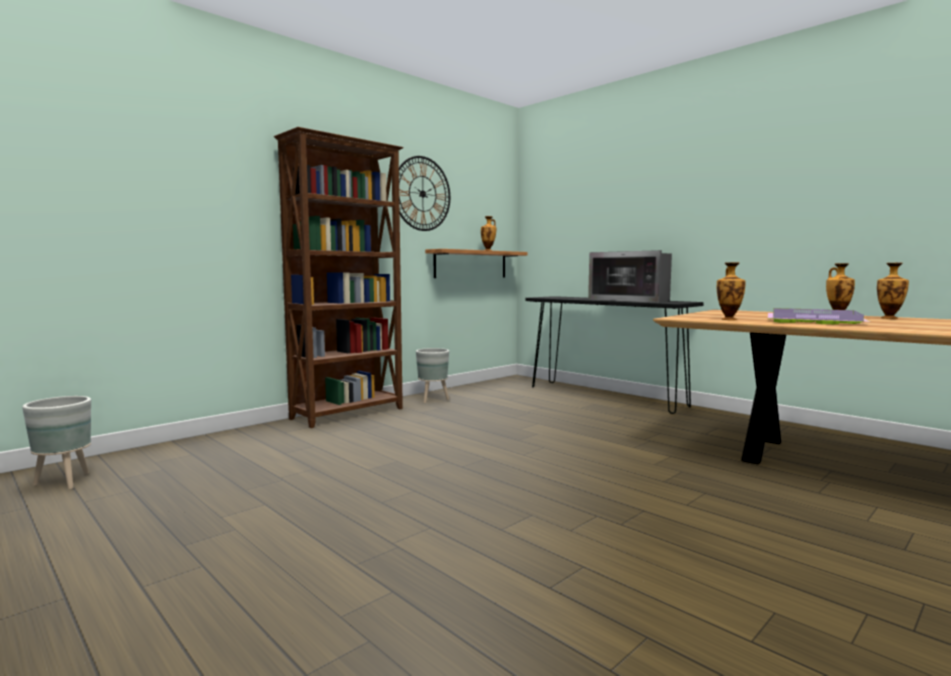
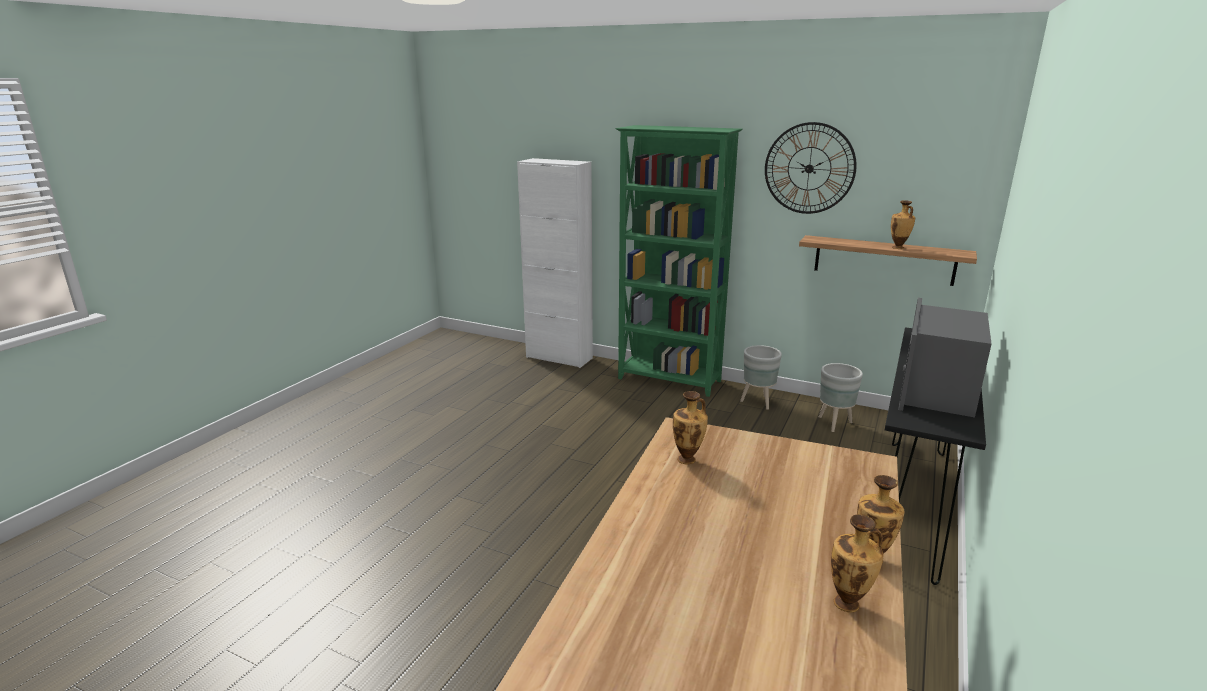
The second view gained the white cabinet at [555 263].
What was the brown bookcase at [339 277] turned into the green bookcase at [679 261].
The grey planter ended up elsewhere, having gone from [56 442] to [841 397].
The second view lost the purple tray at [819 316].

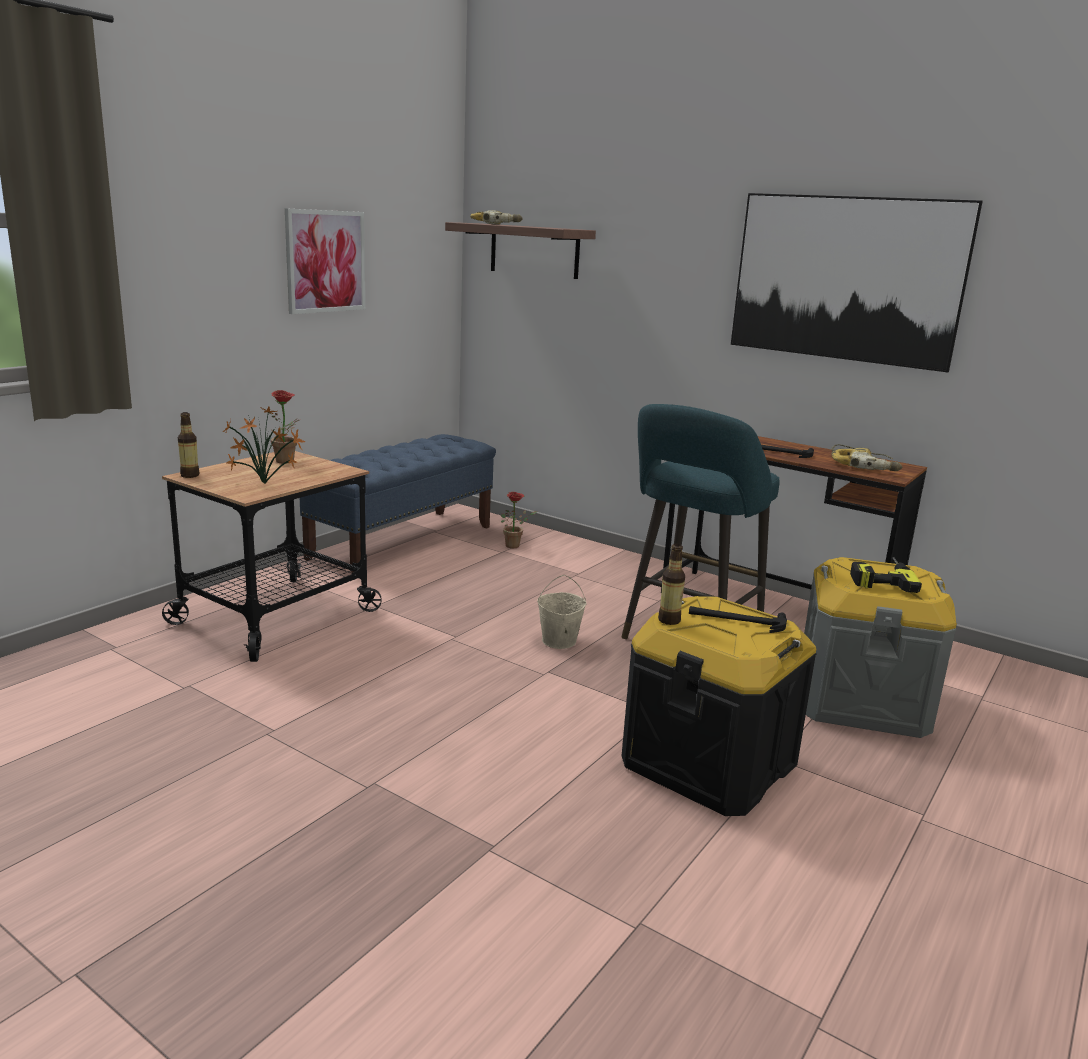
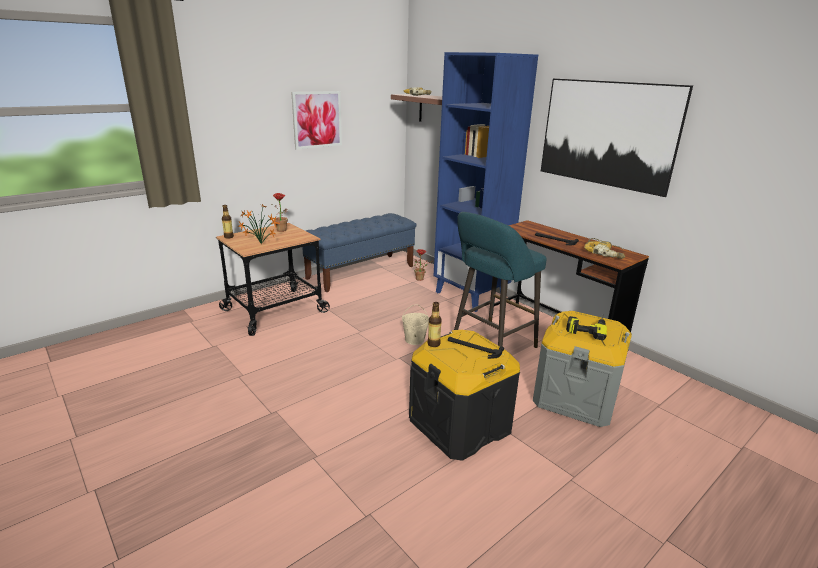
The second view gained the blue bookcase at [486 182].

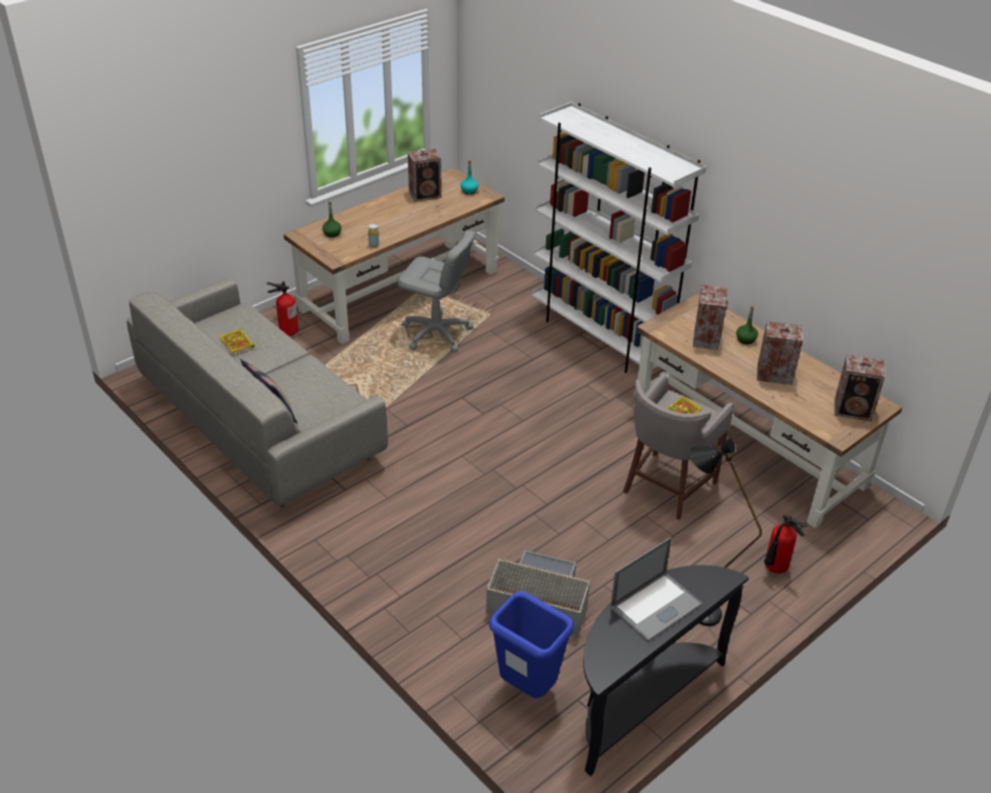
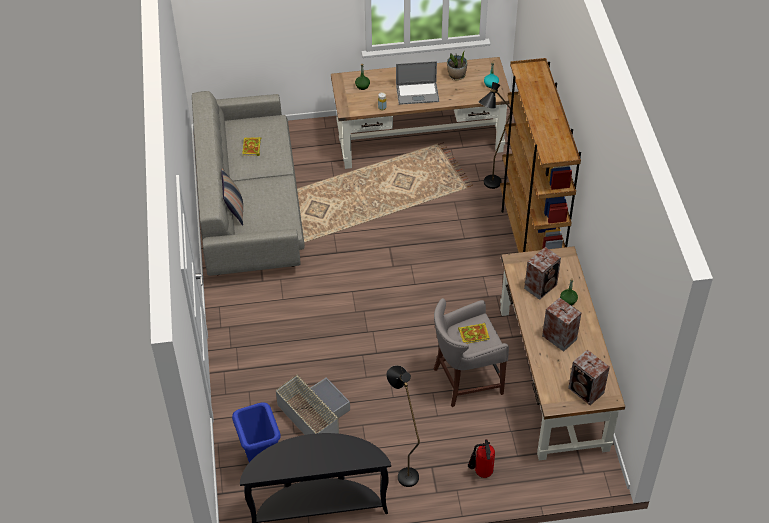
The laptop ended up elsewhere, having gone from [656 589] to [417 83].
Where the speaker stood at [425 175], the potted plant came to stand at [457 65].
The second view gained the black floor lamp at [494 135].
What was the white bookcase at [619 237] turned into the brown bookcase at [540 155].
The second view lost the fire extinguisher at [283 308].
The second view lost the grey office chair at [436 291].

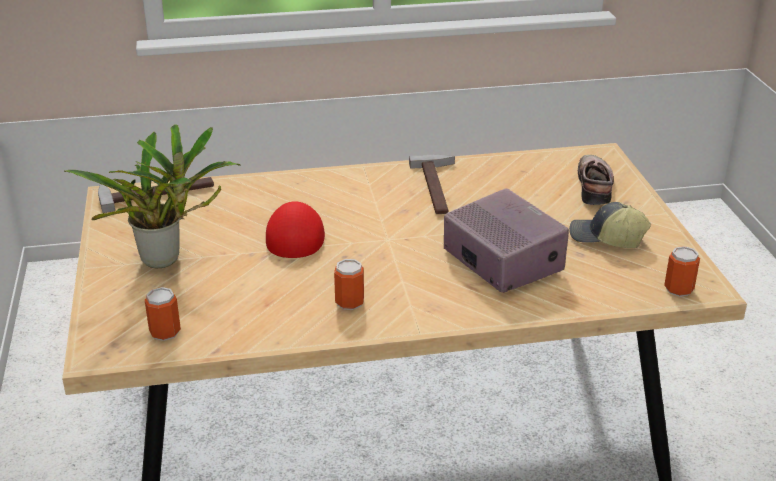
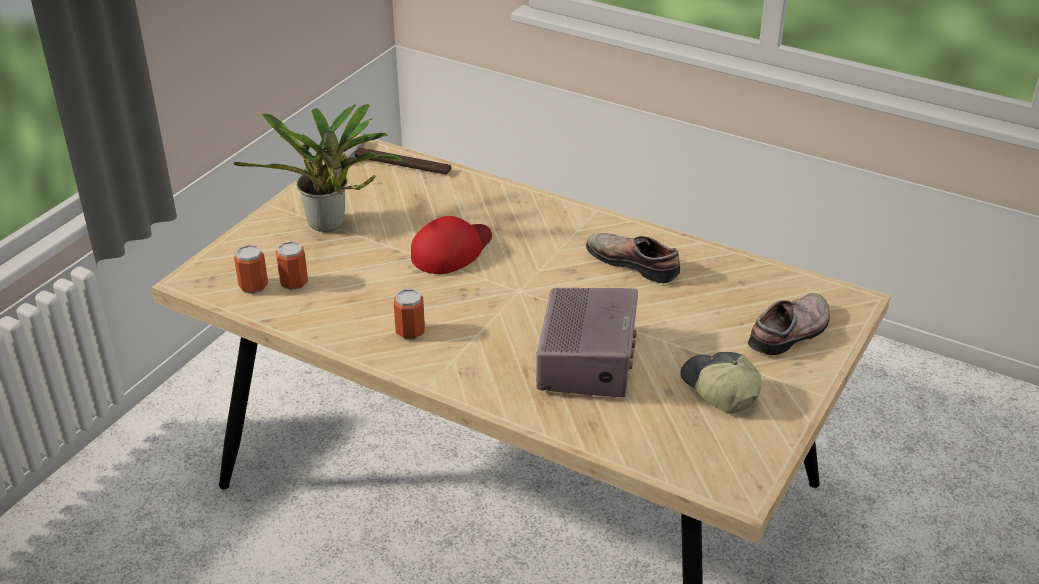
The can ended up elsewhere, having gone from [682 271] to [292 266].
Where the hammer stood at [432 184], the shoe came to stand at [633 258].

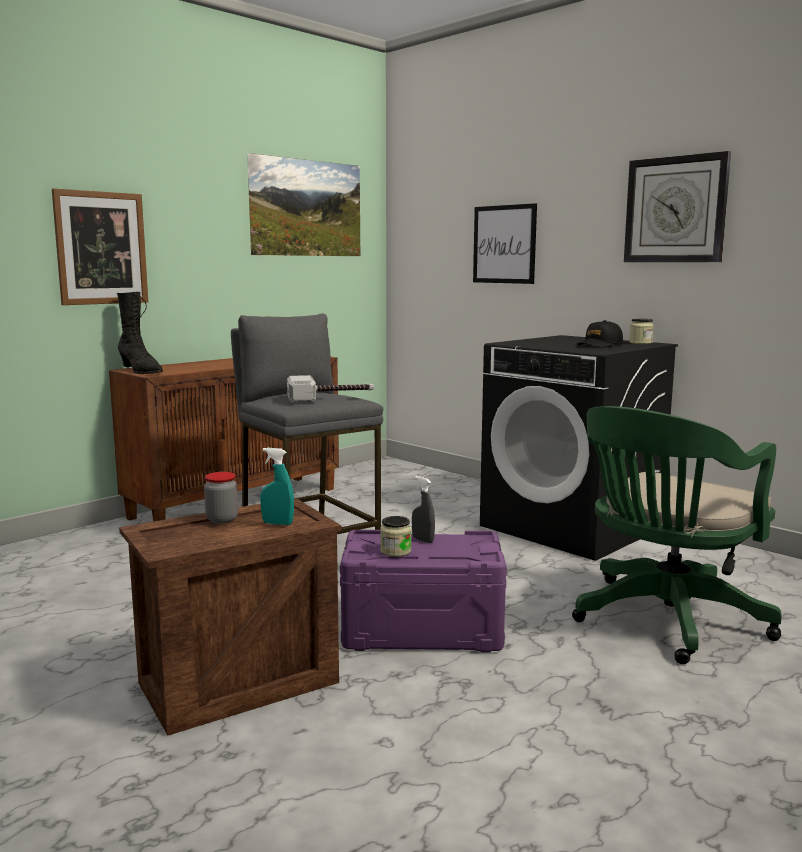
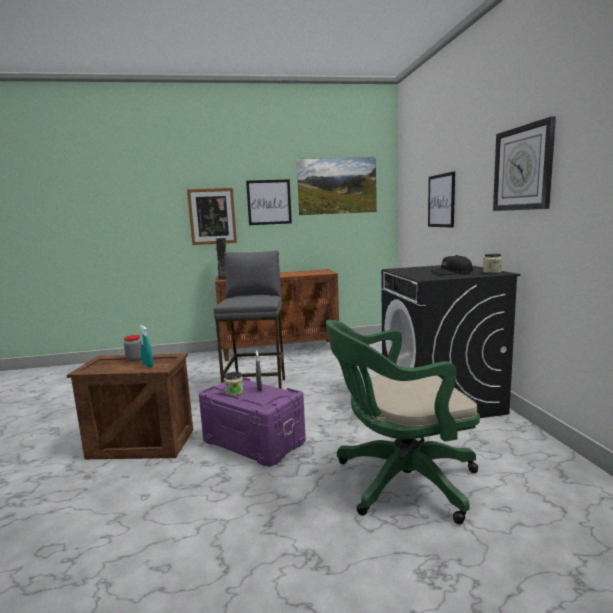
The second view gained the picture at [269 202].
The second view lost the hammer at [330 389].

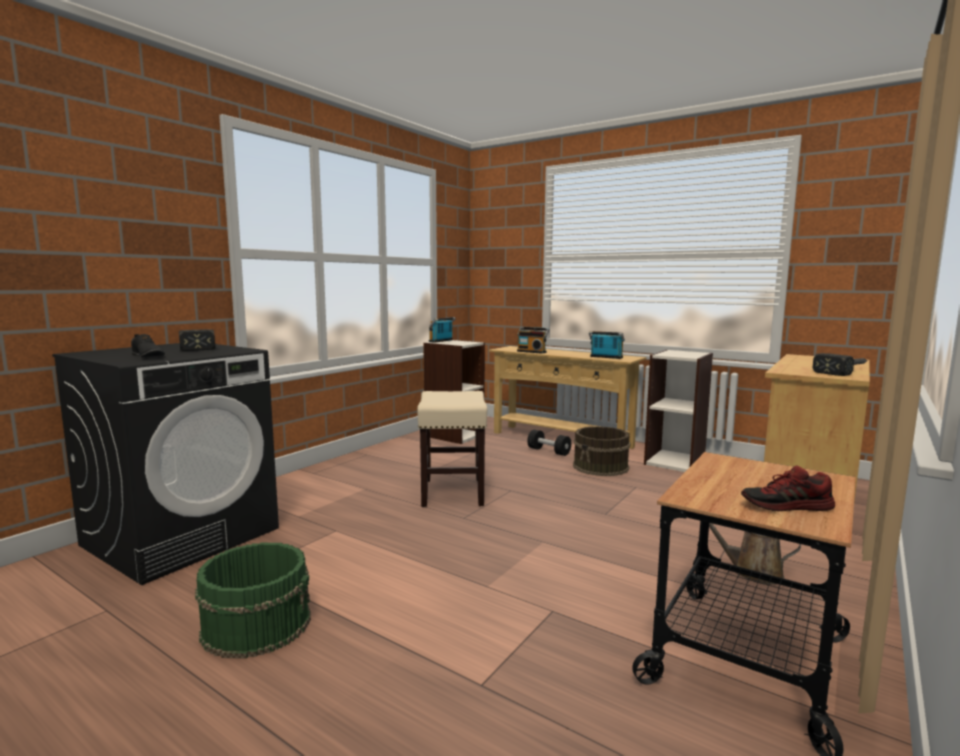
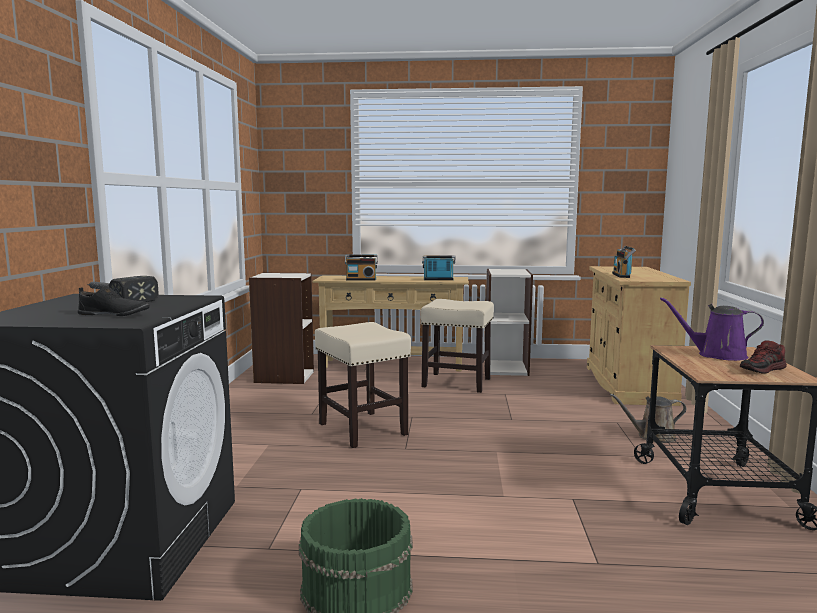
Where the brown bucket stood at [602 451], the beige stool came to stand at [457 346].
The radio ended up elsewhere, having gone from [442 330] to [624 262].
The second view gained the purple watering can at [712 329].
The second view lost the black dumbbell at [549 443].
The second view lost the hammer at [839 364].

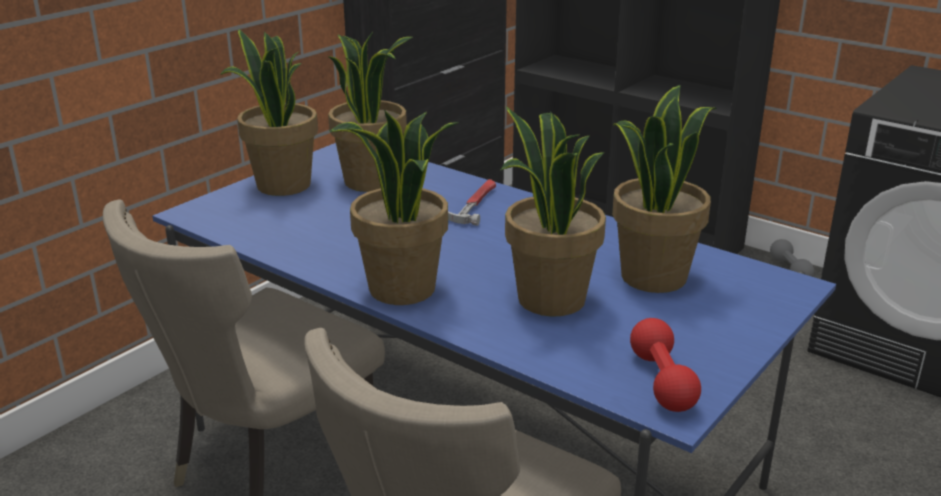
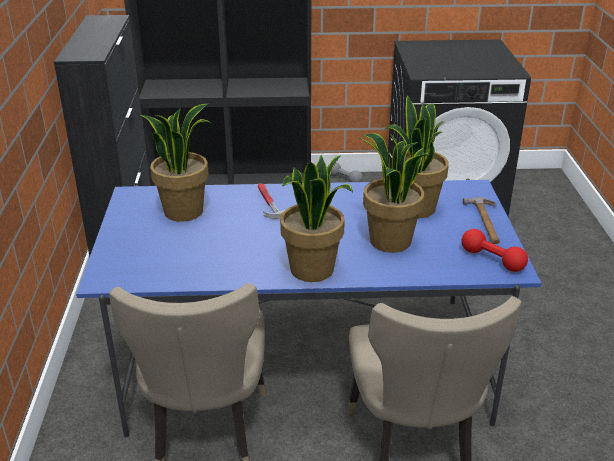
The second view gained the hammer at [481 220].
The second view lost the potted plant at [269 112].

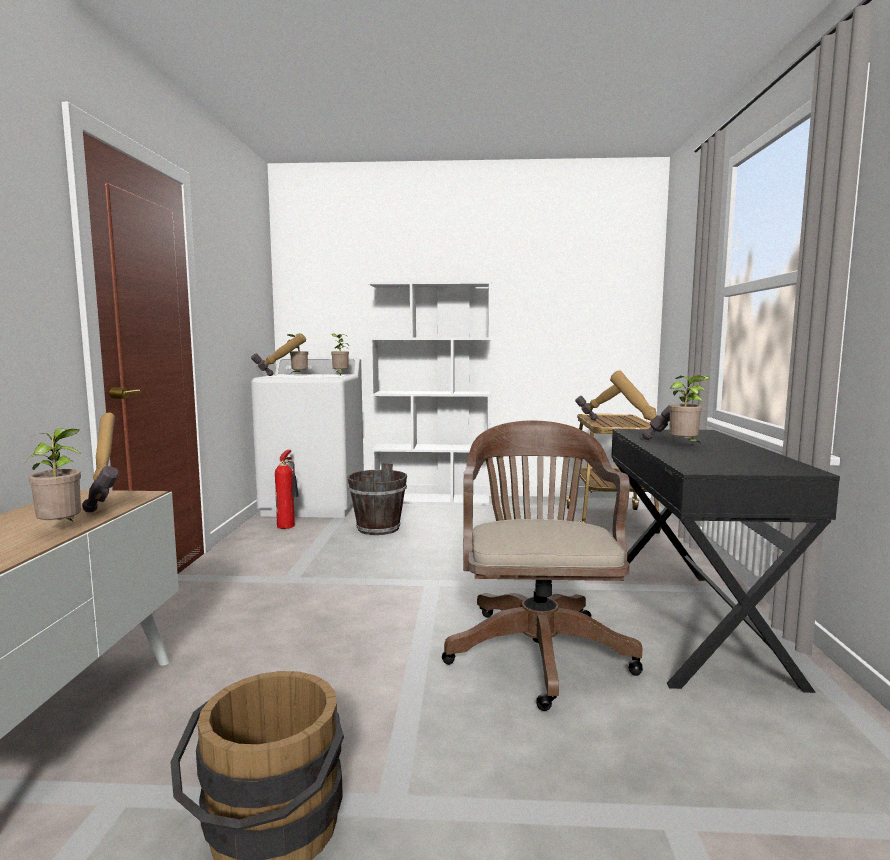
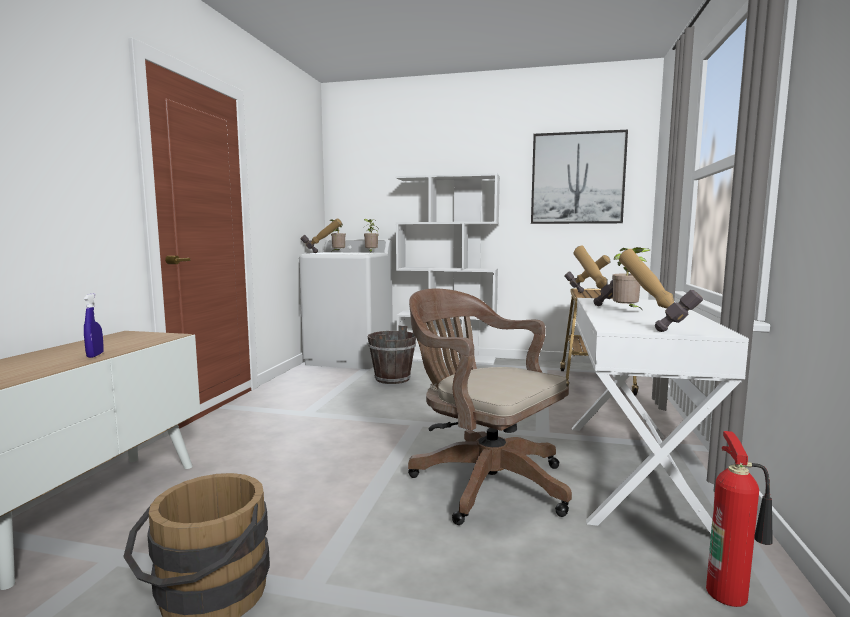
Where the potted plant stood at [53 475], the blue spray bottle came to stand at [94 325].
The brown office chair at [542 565] ended up facing another way, 60 degrees counterclockwise from before.
The second view gained the picture at [579 177].
What was the black desk at [725 561] turned into the white desk at [660 416].
The hammer ended up elsewhere, having gone from [100 462] to [661 290].
The fire extinguisher ended up elsewhere, having gone from [287 489] to [739 519].

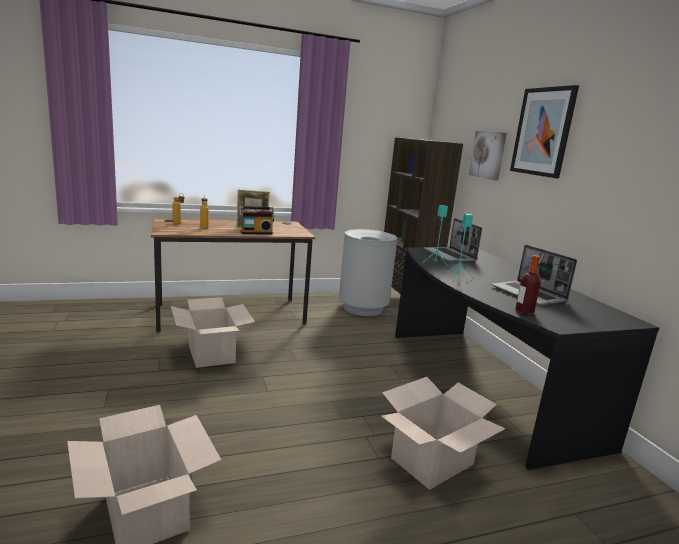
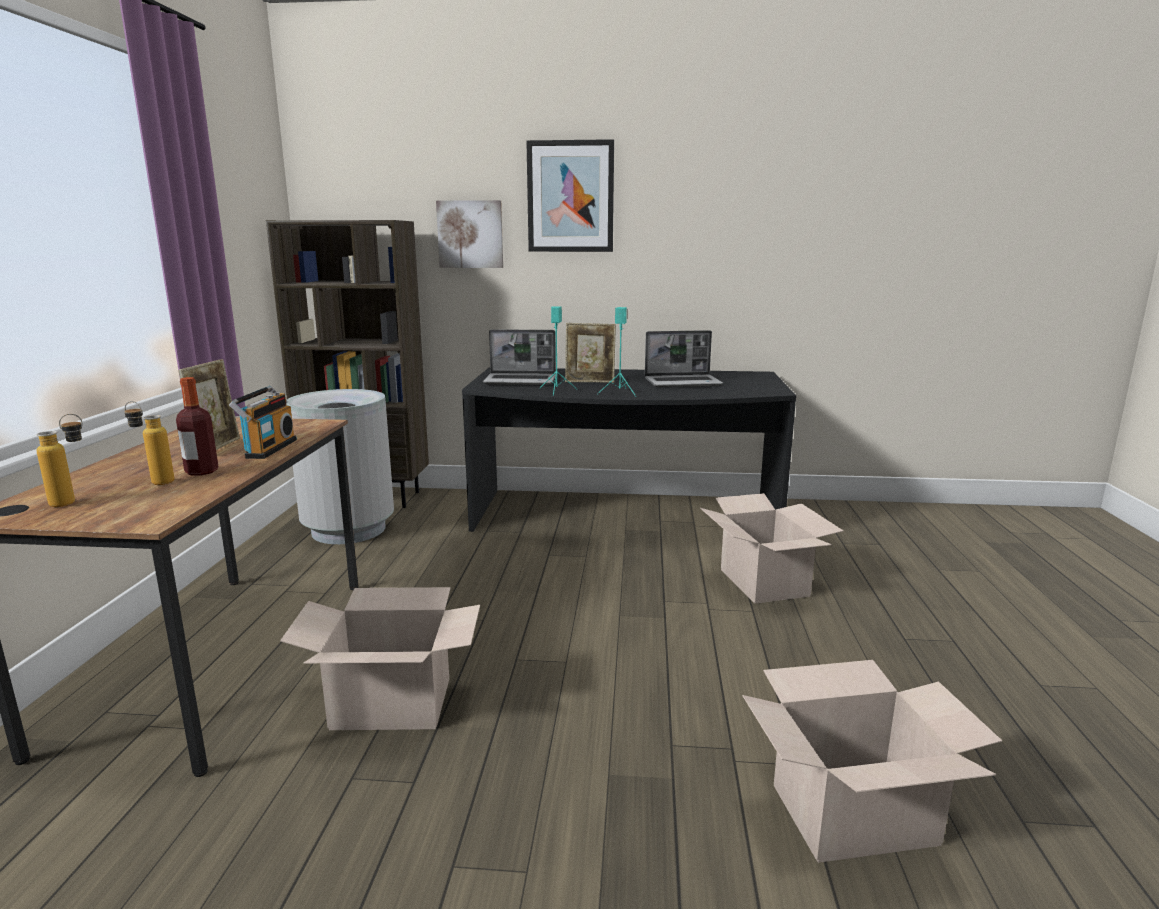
The bottle ended up elsewhere, having gone from [528 285] to [197 426].
The second view gained the picture frame at [590 353].

